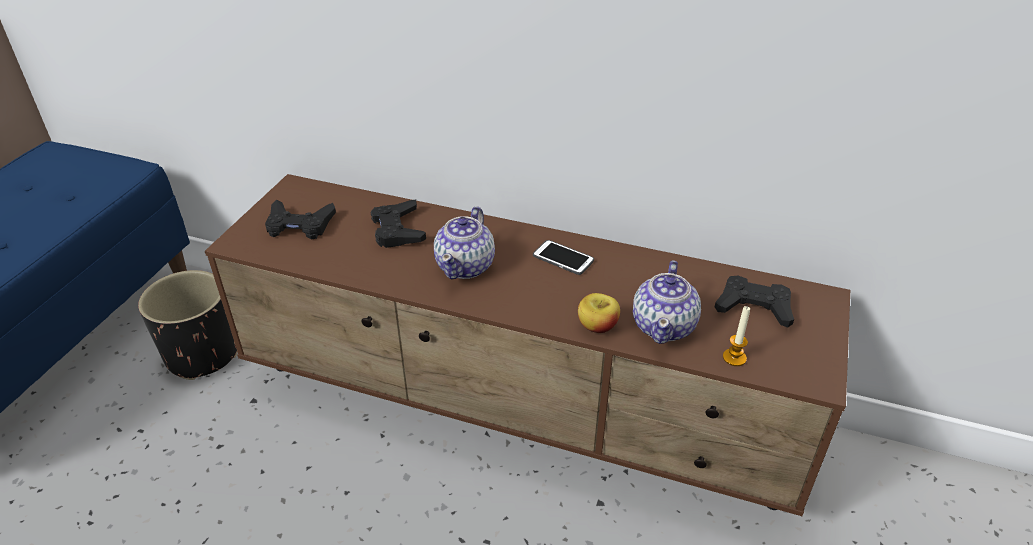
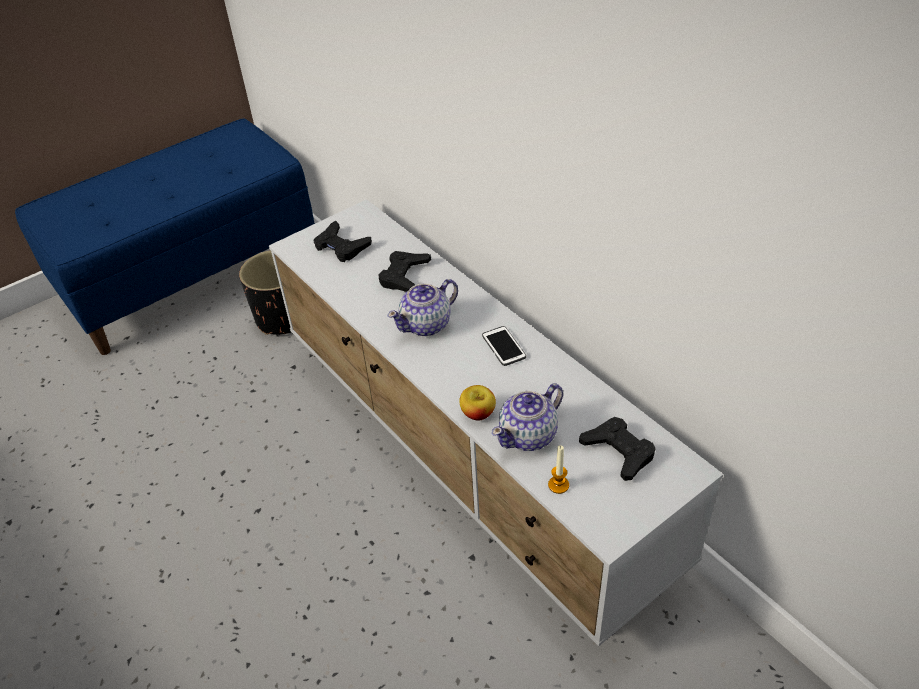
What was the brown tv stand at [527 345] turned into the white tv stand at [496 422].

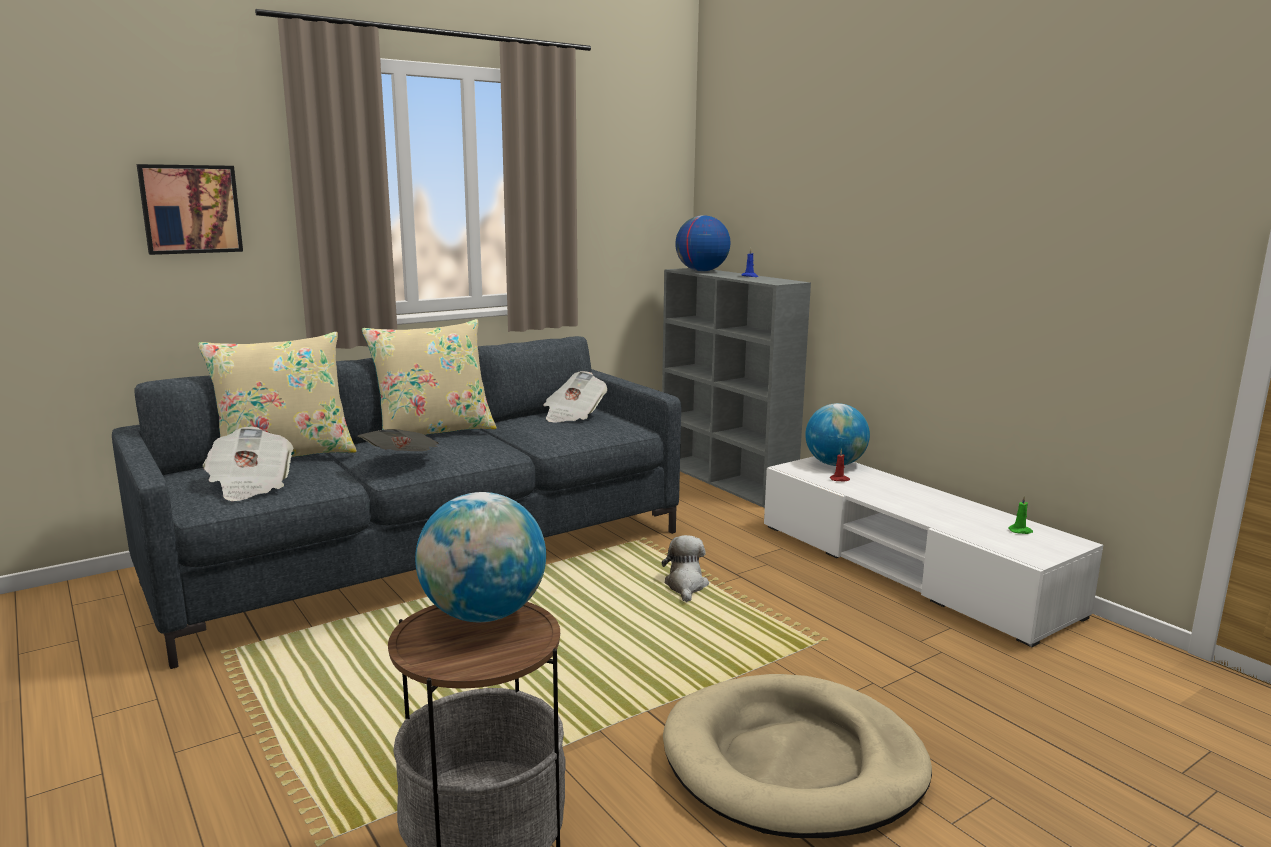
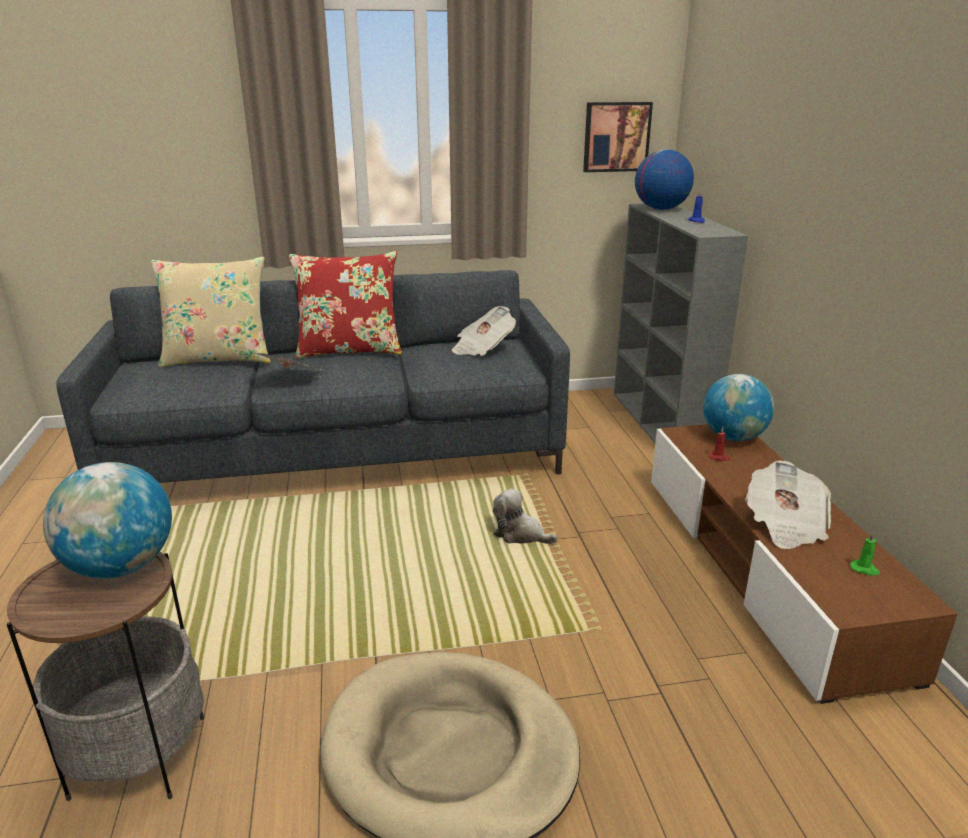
What was the beige pillow at [429 377] turned into the red pillow at [345 305].
The plush toy at [685 568] ended up facing another way, 90 degrees counterclockwise from before.
The picture ended up elsewhere, having gone from [190 209] to [618 137].
What was the white tv stand at [933 551] turned into the brown tv stand at [804 564].
The newspaper ended up elsewhere, having gone from [248 464] to [788 505].

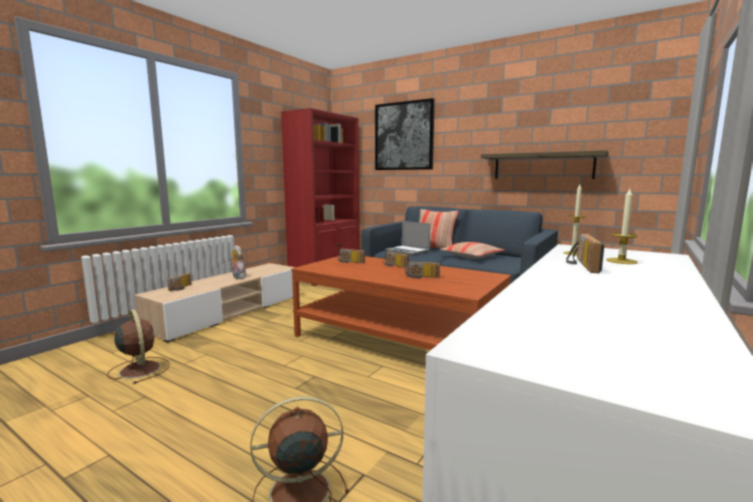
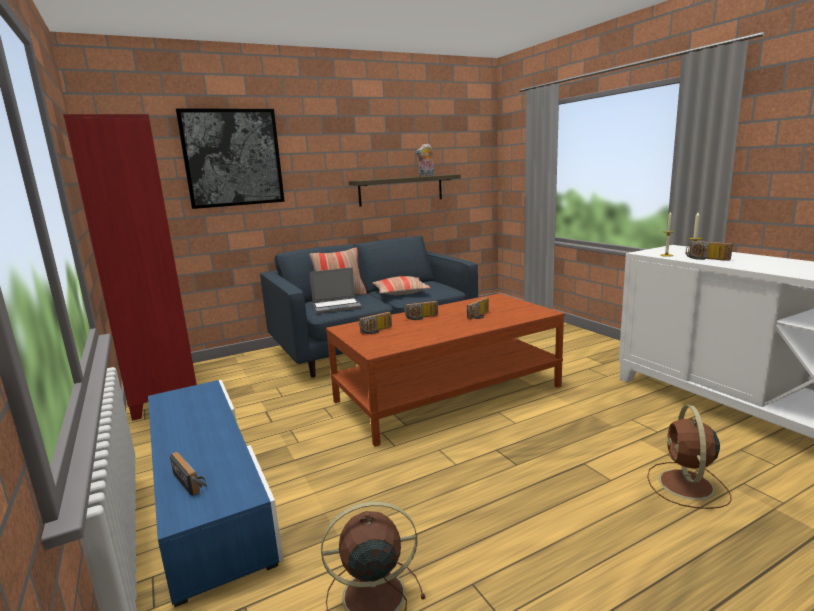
What was the beige tv stand at [214 303] turned into the blue tv stand at [215 493].
The plush toy ended up elsewhere, having gone from [238 262] to [425 160].

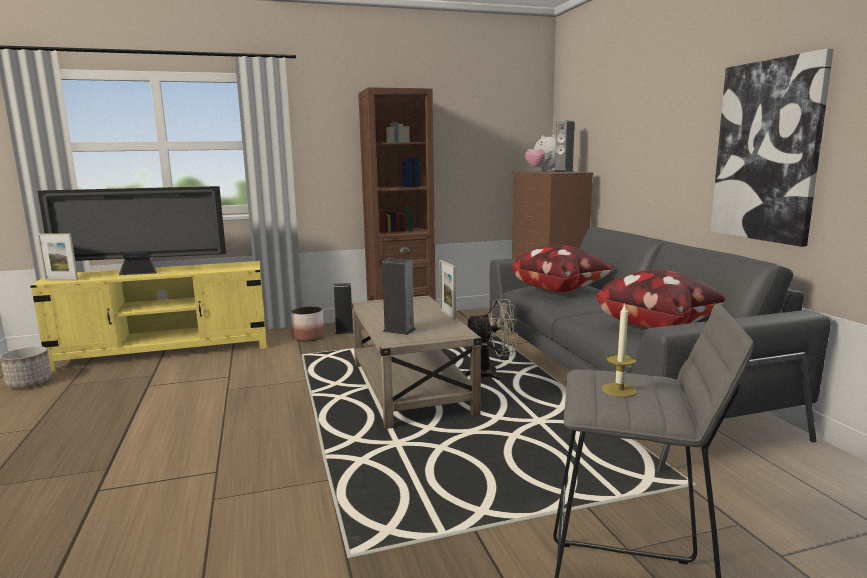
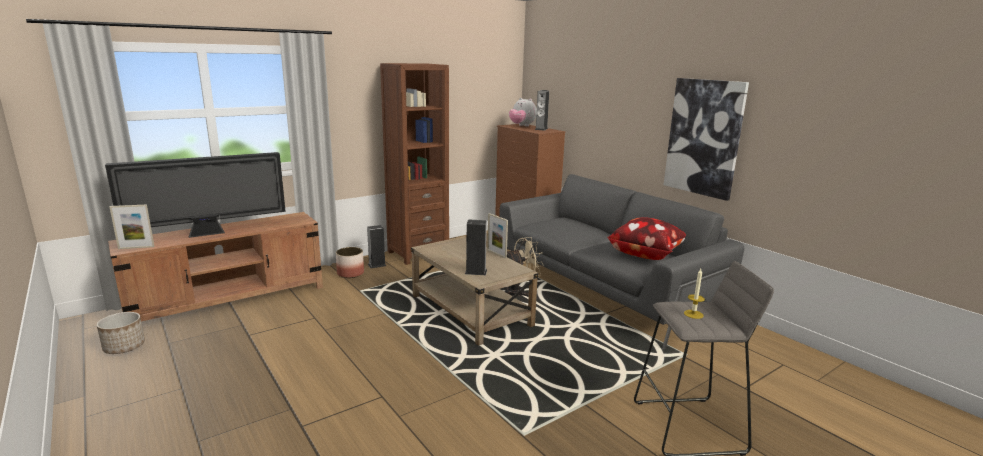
What was the yellow tv stand at [148 316] turned into the brown tv stand at [215 267].
The second view lost the pillow at [563 268].

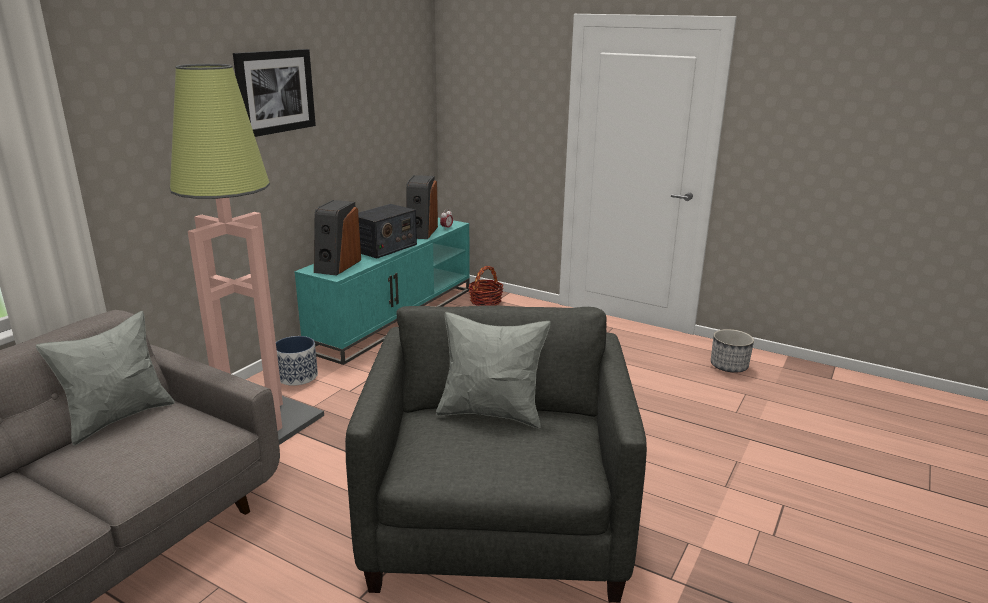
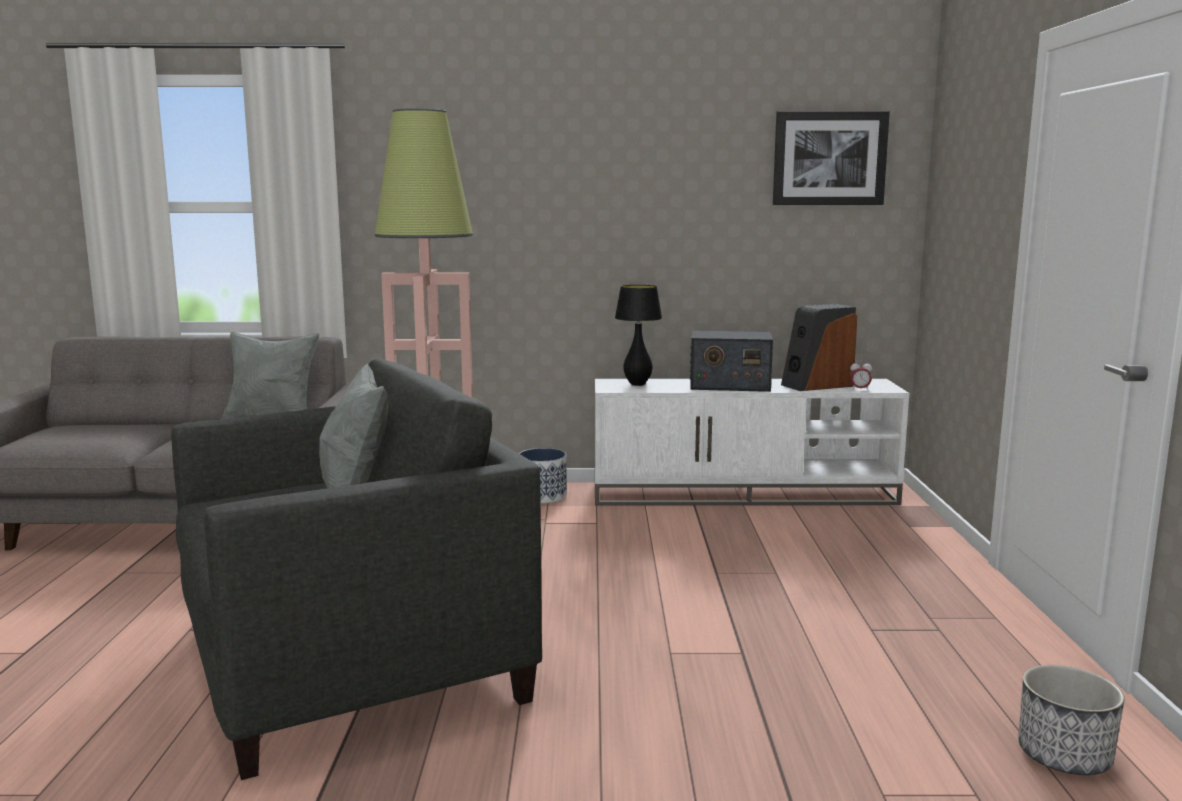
What was the turquoise tv stand at [381 291] turned into the white tv stand at [752 442].
Where the speaker stood at [337 238], the black table lamp came to stand at [638 335].
The picture ended up elsewhere, having gone from [274 93] to [831 158].
The second view lost the basket at [486 286].

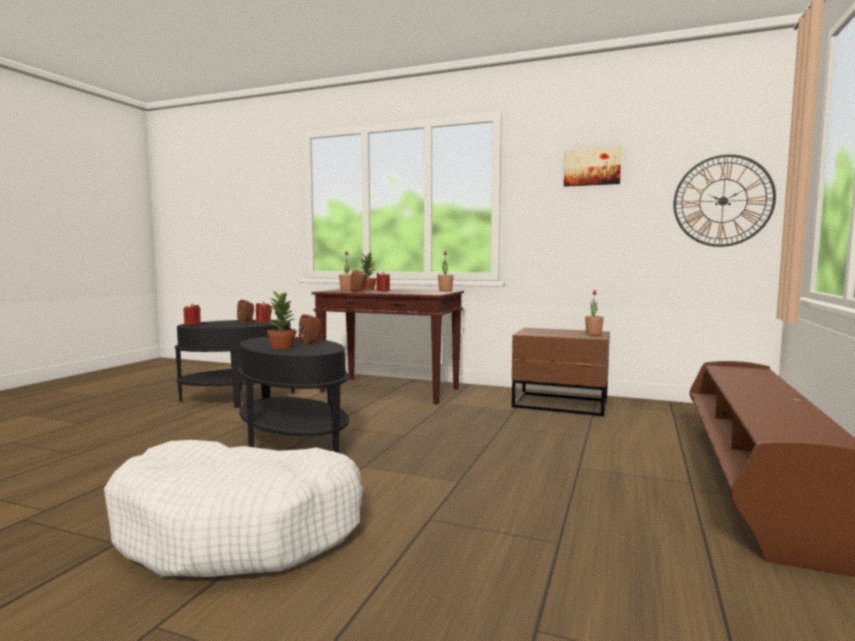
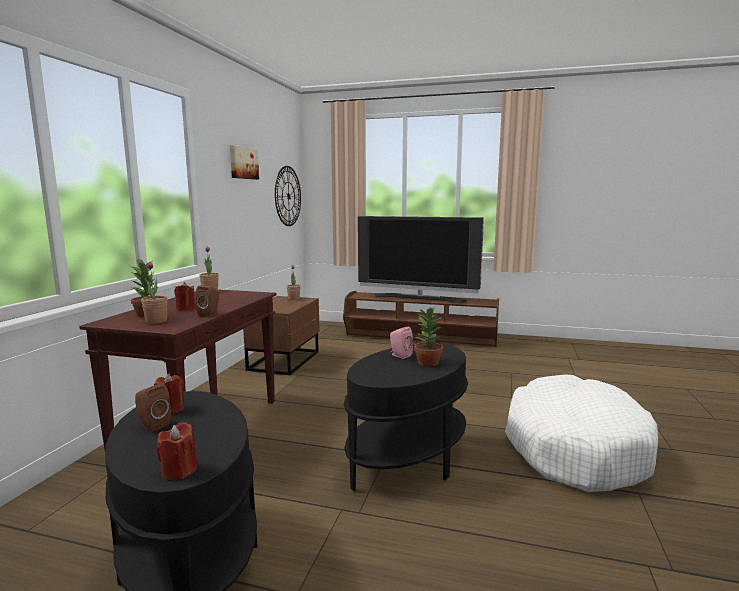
The second view gained the television at [421 259].
What was the brown speaker at [310 329] turned into the pink speaker at [401 343].

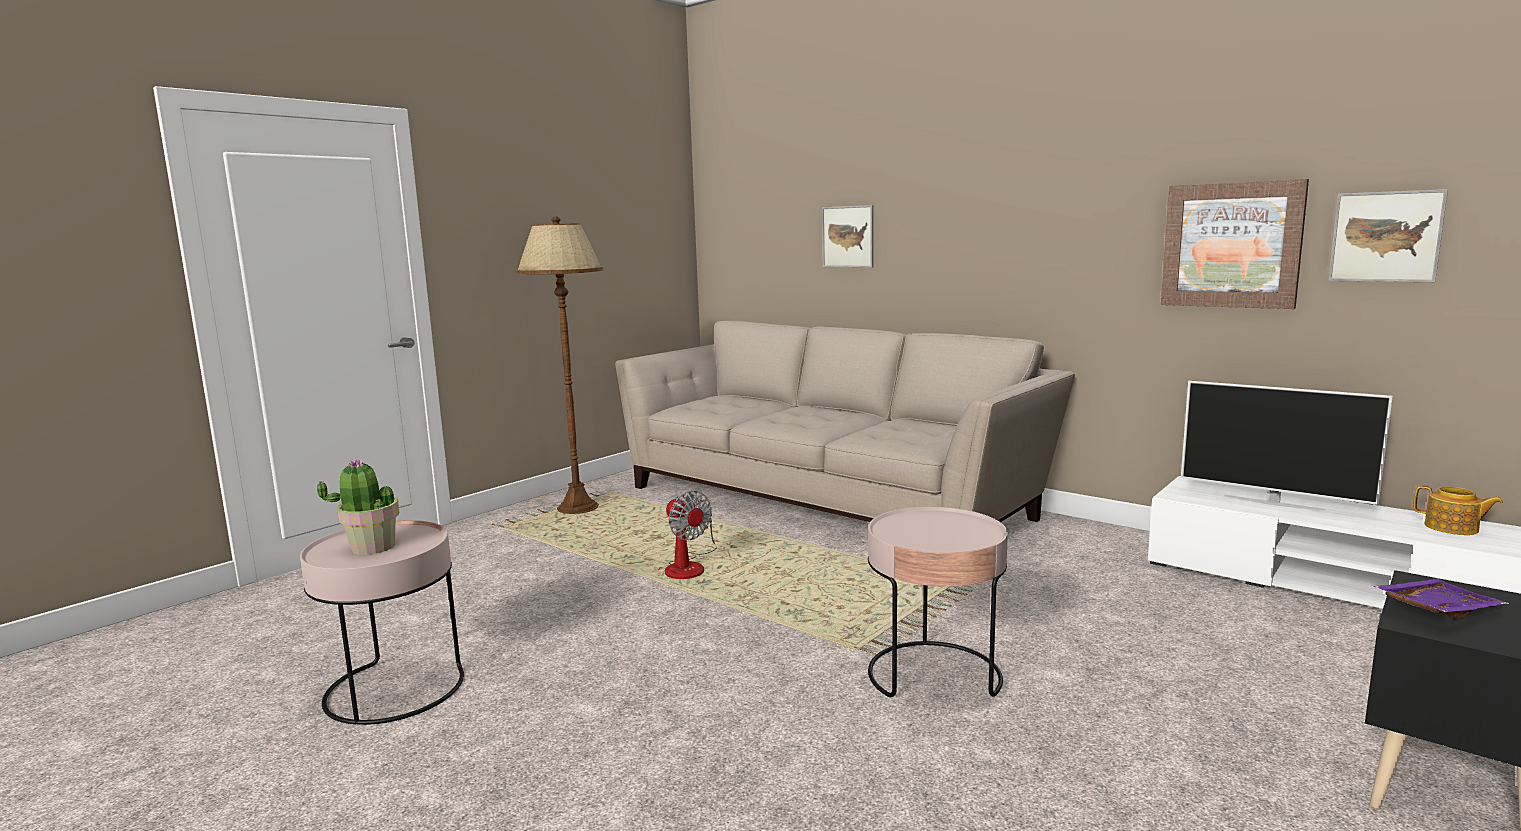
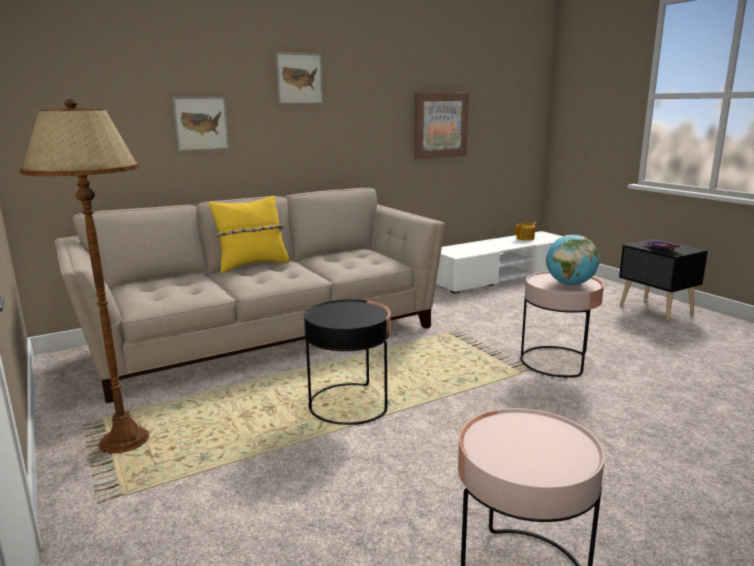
The second view gained the yellow pillow at [249 234].
The picture ended up elsewhere, having gone from [1388 235] to [299 78].
Where the fan stood at [691 535], the black side table came to stand at [347 362].
The second view gained the globe at [572 260].
The second view lost the potted plant at [358 506].
The second view lost the television at [1287 446].

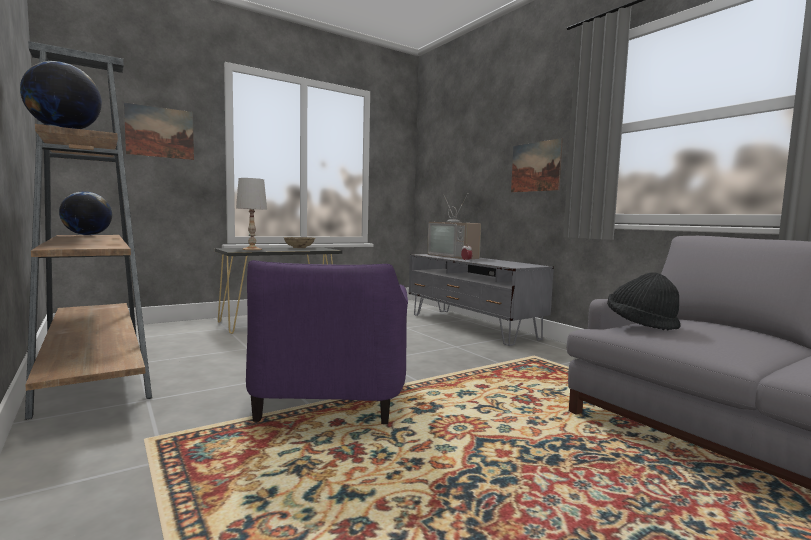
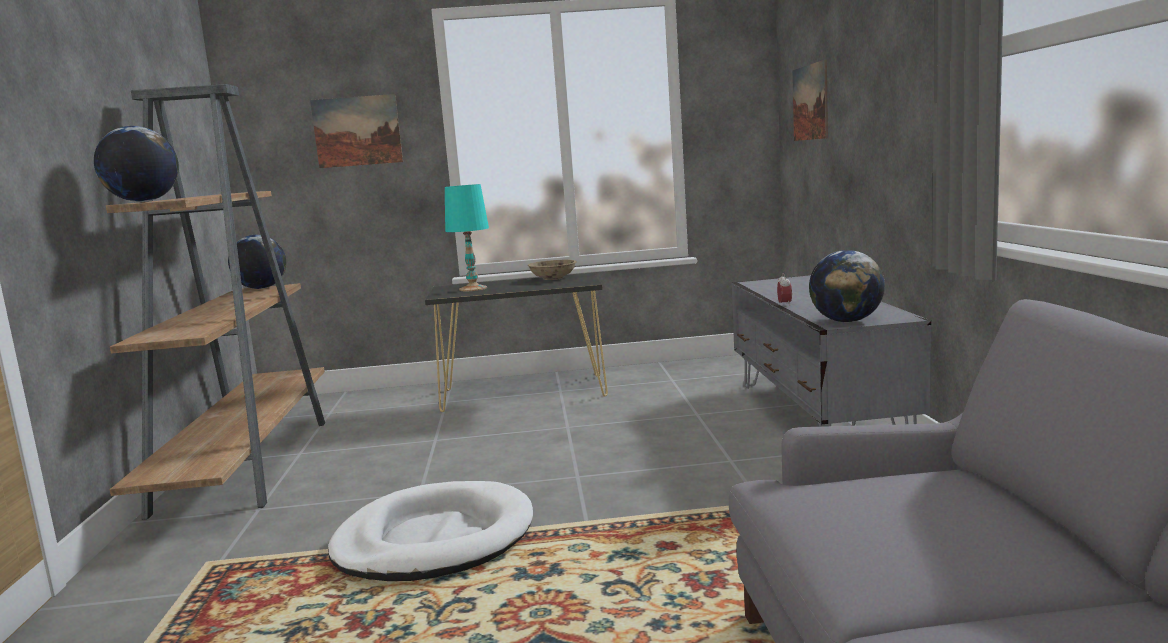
Where the purple armchair stood at [327 342], the white dog bed came to stand at [430 531].
What was the white table lamp at [251 214] turned into the turquoise table lamp at [467 237].
The picture ended up elsewhere, having gone from [537 165] to [810 100].
The second view gained the globe at [847 286].
The second view lost the television at [454 226].
The second view lost the black hat at [643 301].

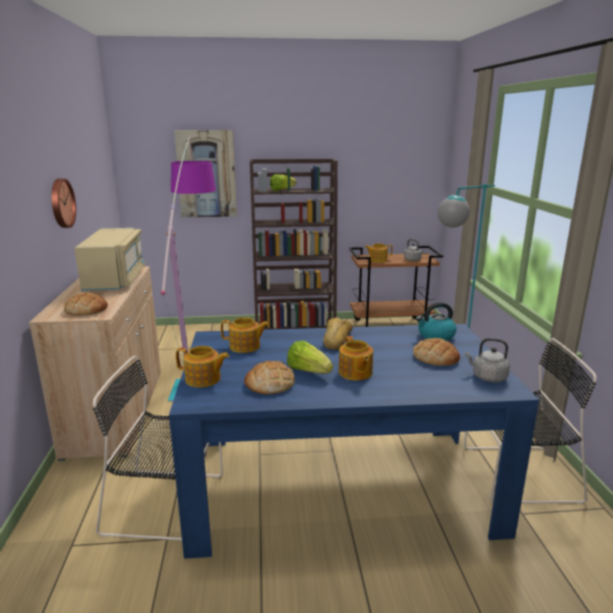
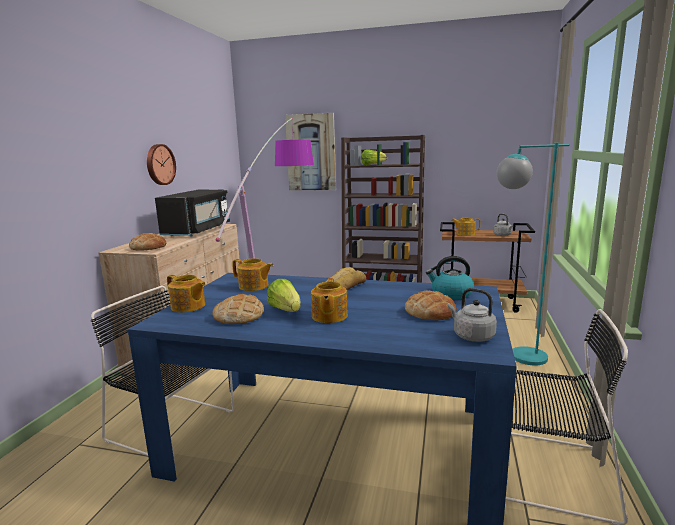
What was the beige microwave at [109 259] turned into the black microwave at [192 213].

